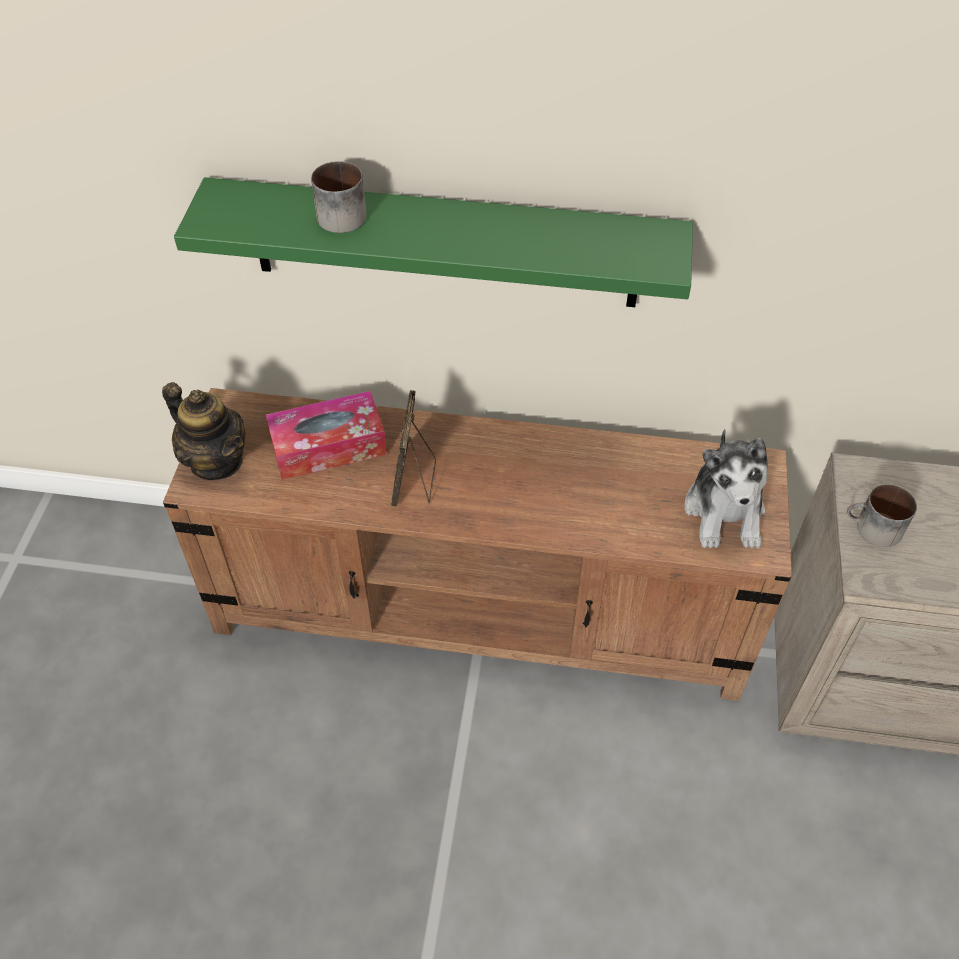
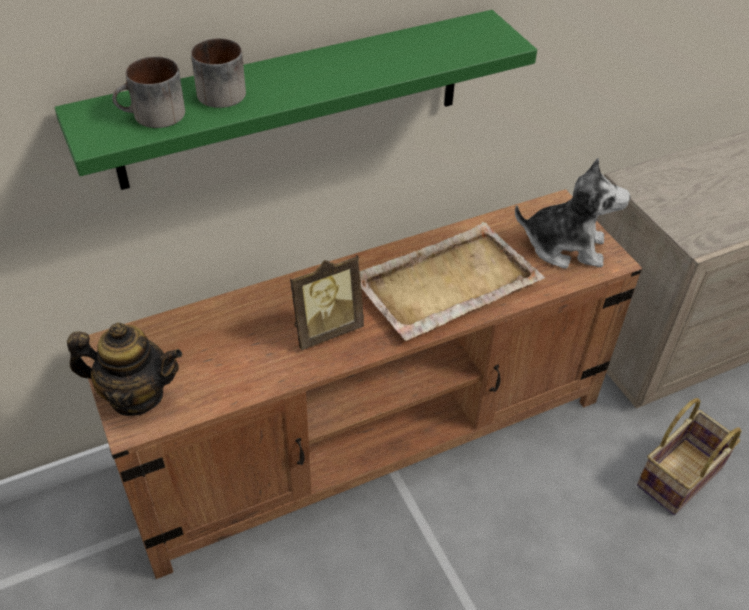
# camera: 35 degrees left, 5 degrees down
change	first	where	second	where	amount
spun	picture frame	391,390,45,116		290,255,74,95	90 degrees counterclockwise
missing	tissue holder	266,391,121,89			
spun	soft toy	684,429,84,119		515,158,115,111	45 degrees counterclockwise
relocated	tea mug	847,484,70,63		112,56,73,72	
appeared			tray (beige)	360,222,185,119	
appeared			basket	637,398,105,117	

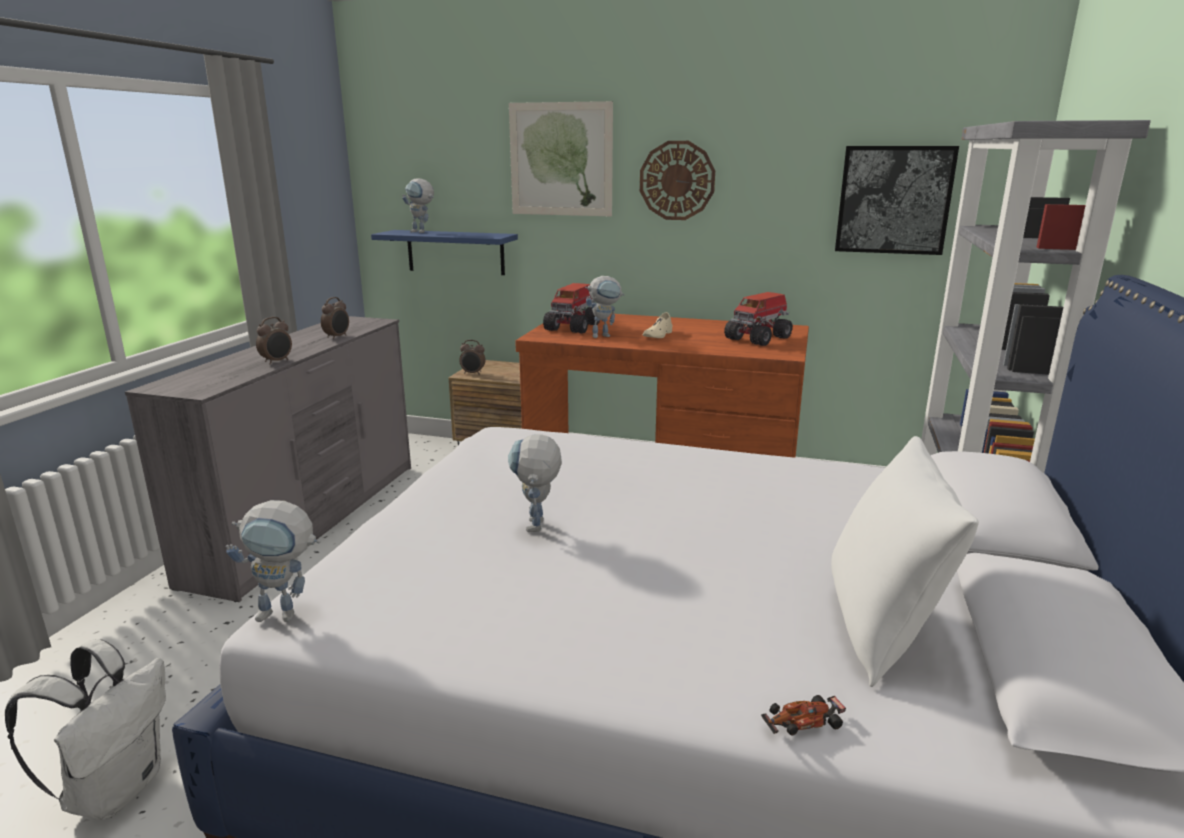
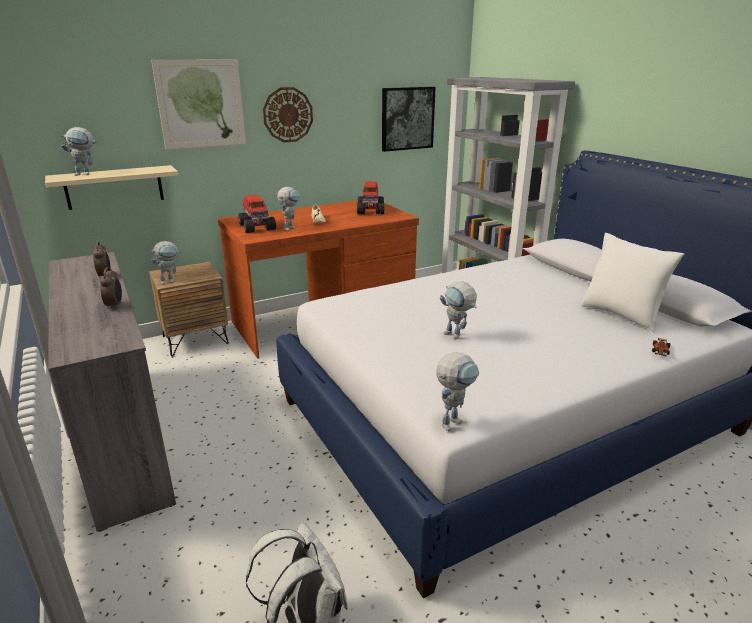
# camera: 45 degrees left, 5 degrees up
change	first	where	second	where	amount
colour	wall shelf (bluish)	371,230,147,45	wall shelf (beige)	45,165,133,45	
exchanged	bedside clock	459,340,27,35	toy robot	150,241,31,44	

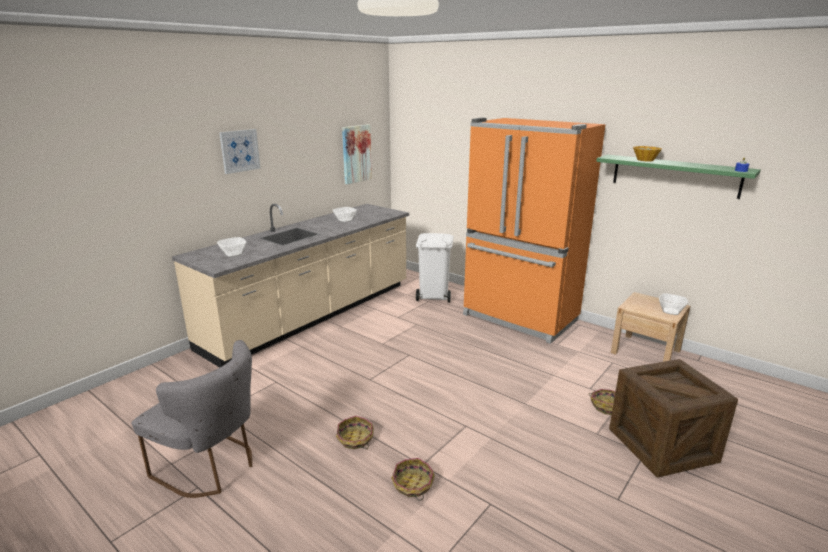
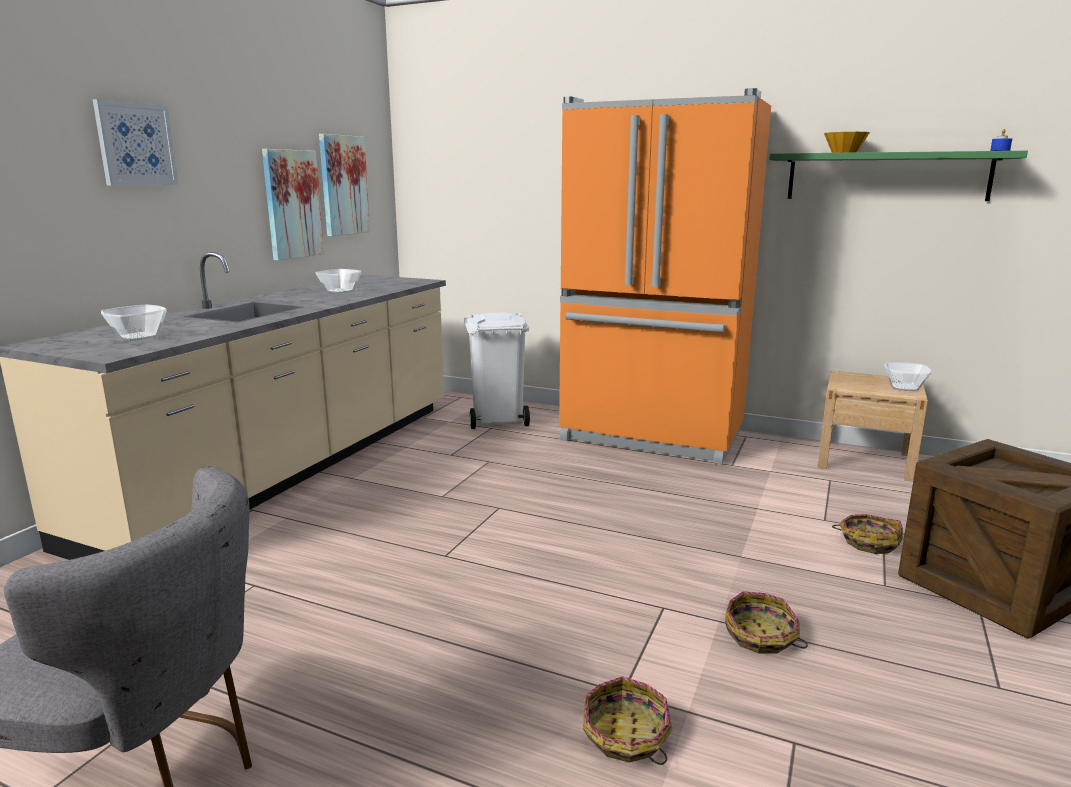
# camera: 15 degrees left, 5 degrees down
change	first	where	second	where	amount
relocated	basket	336,416,38,33		725,591,83,63	
appeared			wall art	262,149,62,111	

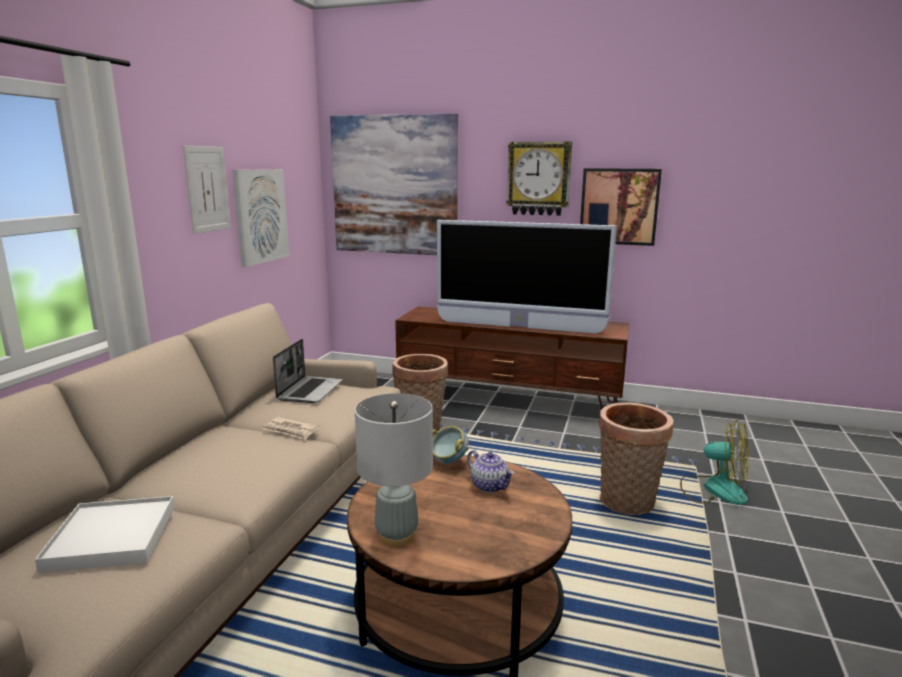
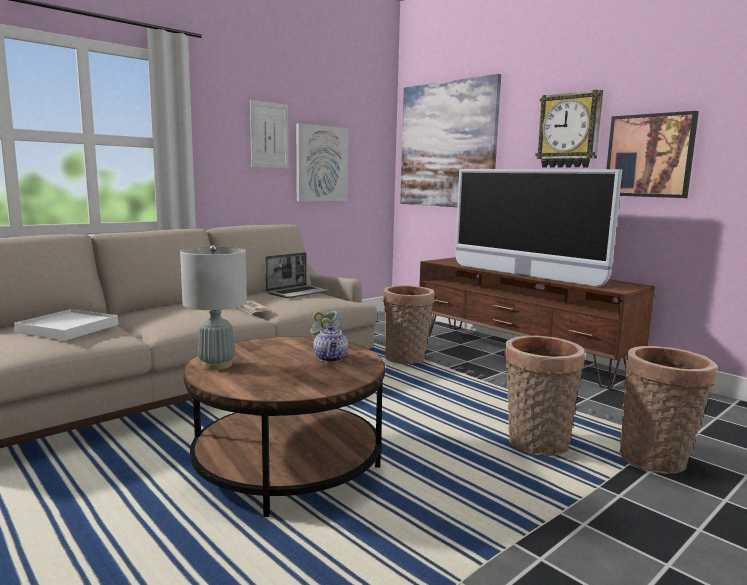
# camera: 30 degrees right, 5 degrees down
change	first	where	second	where	amount
exchanged	fan	680,420,69,85	basket	620,346,97,128	

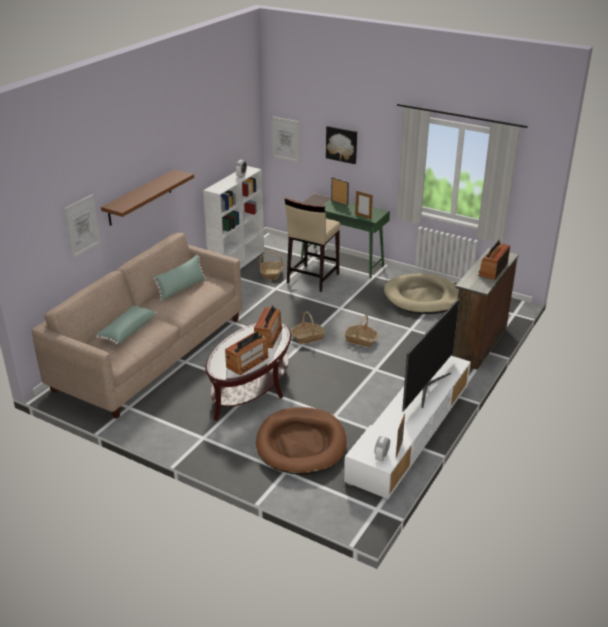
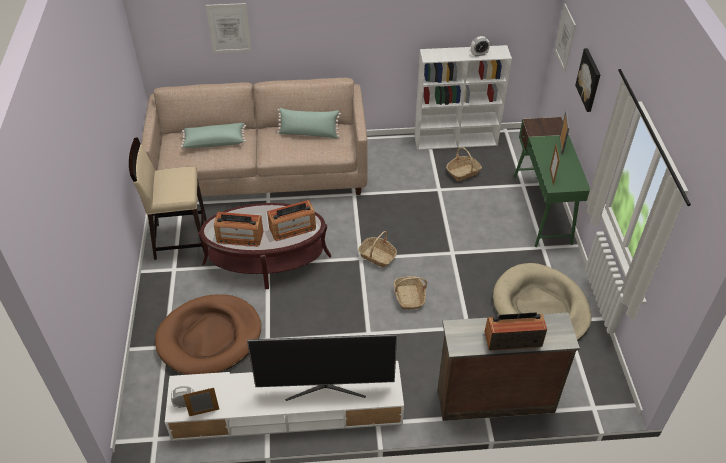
# camera: 55 degrees right, 15 degrees up
change	first	where	second	where	amount
missing	wall shelf (brown-coloured)	101,170,93,56			
relocated	stool (beige)	285,198,55,94		129,137,78,123	

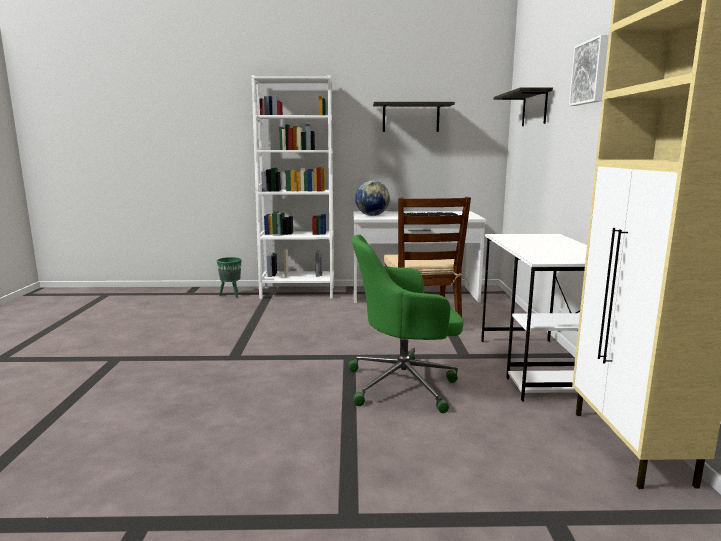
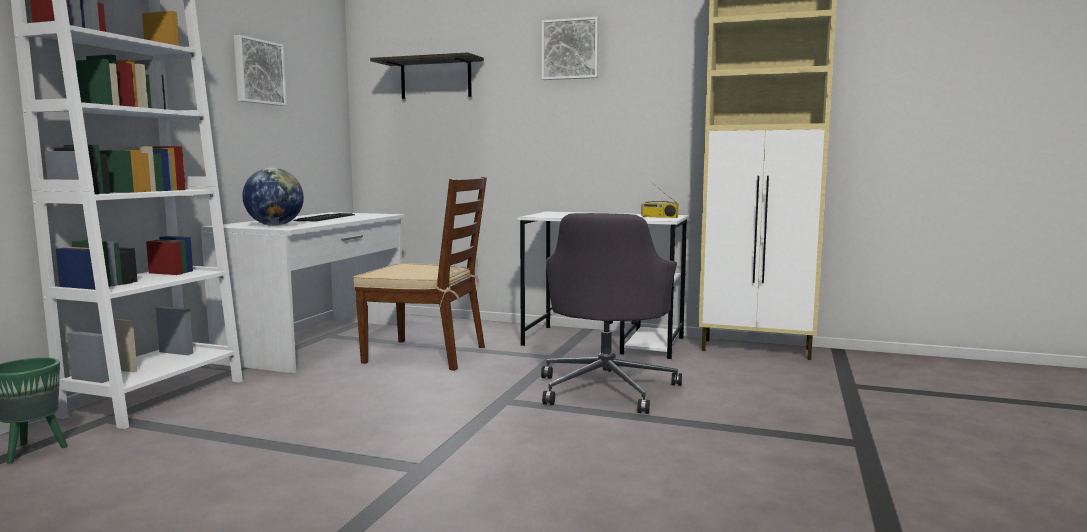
# camera: 70 degrees left, 5 degrees down
change	first	where	second	where	amount
exchanged	wall shelf	373,102,82,30	wall art	234,35,53,71	
colour	computer chair (green)	348,235,115,178	computer chair (grey)	541,213,141,201	
appeared			radio receiver	641,181,38,37	

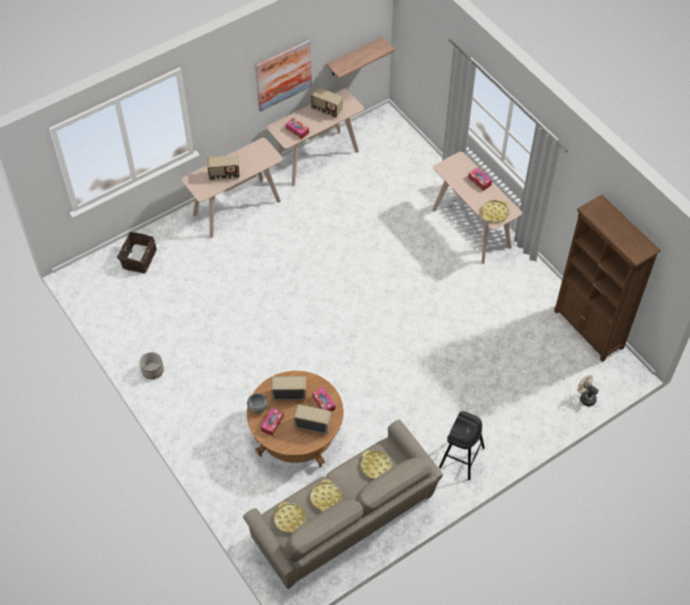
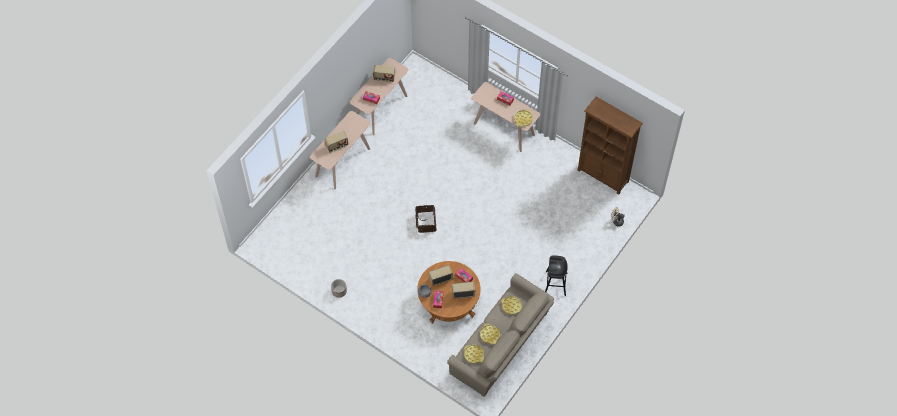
# camera: 20 degrees left, 5 degrees up
change	first	where	second	where	amount
missing	wall shelf	326,37,69,42			
missing	wall art	255,40,57,72			
relocated	basket	117,232,40,41		415,205,22,28	

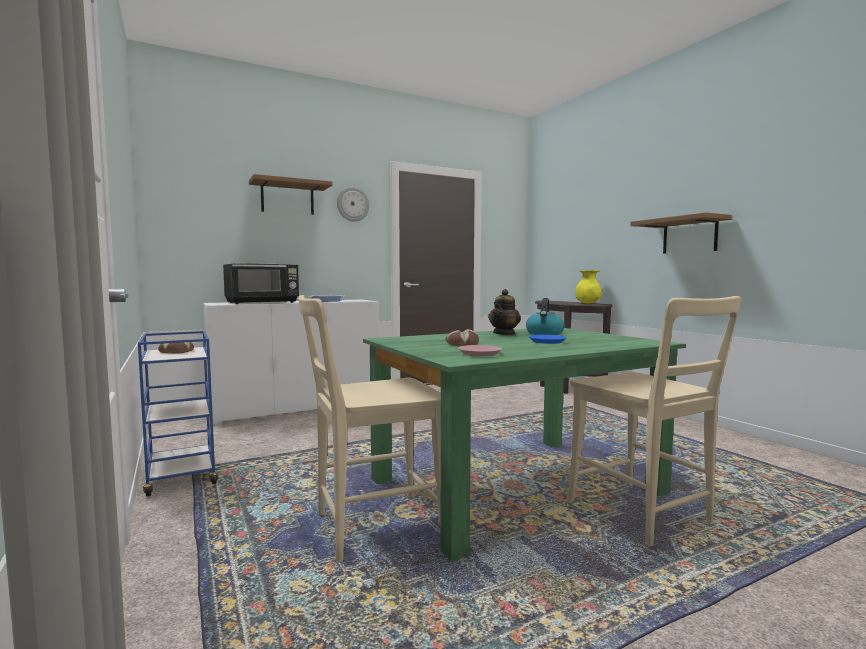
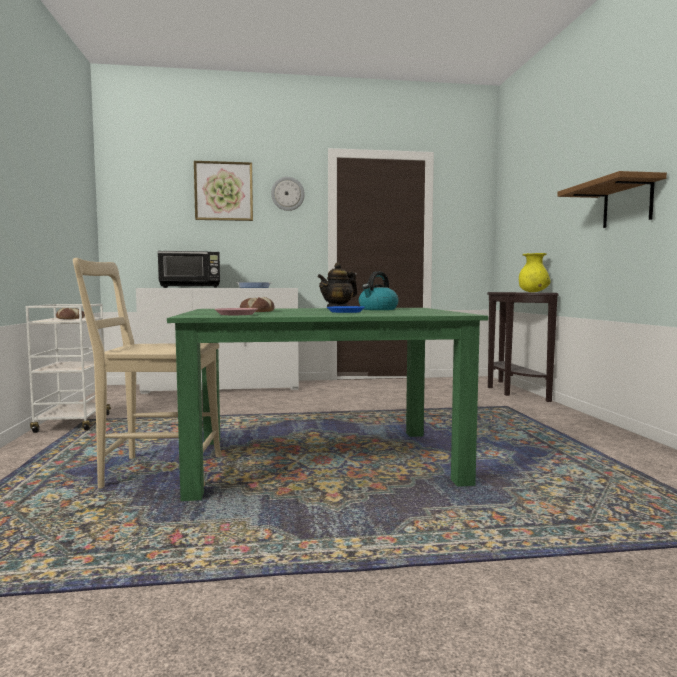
# camera: 20 degrees right, 0 degrees up
change	first	where	second	where	amount
exchanged	wall shelf	249,174,83,41	wall art	194,161,59,60	
missing	chair (beige)	567,296,174,250			
colour	trolley (bluish)	138,331,80,165	trolley (white)	26,304,85,129	

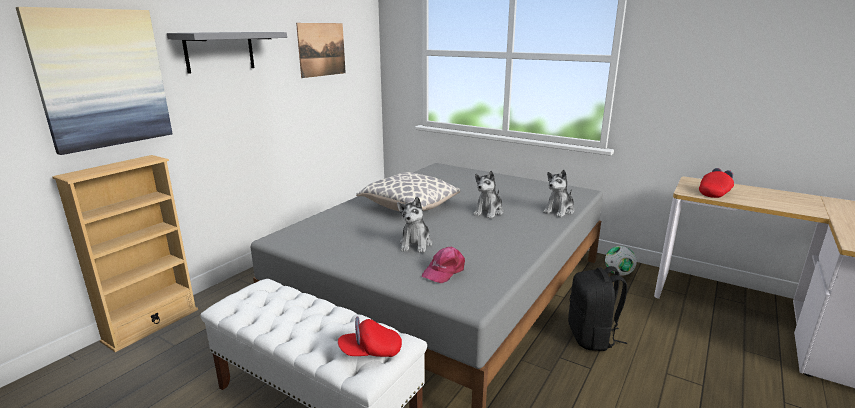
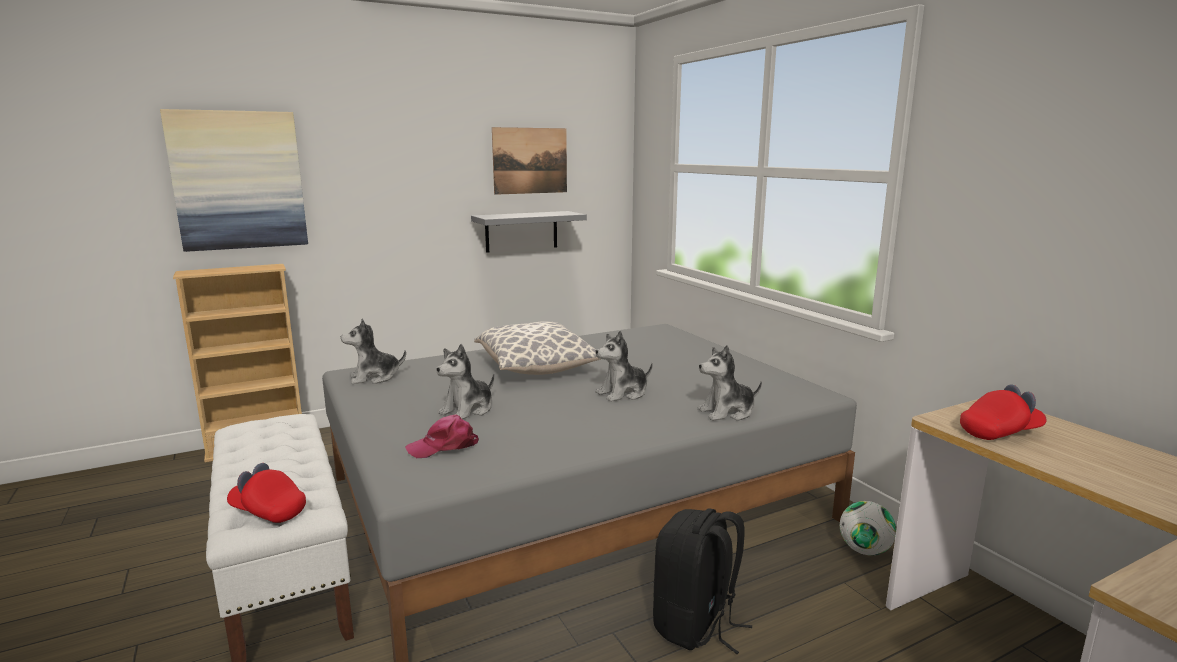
# camera: 30 degrees right, 5 degrees down
change	first	where	second	where	amount
relocated	wall shelf (grey)	167,32,120,42		471,211,116,42	
appeared			soft toy	341,319,65,65	

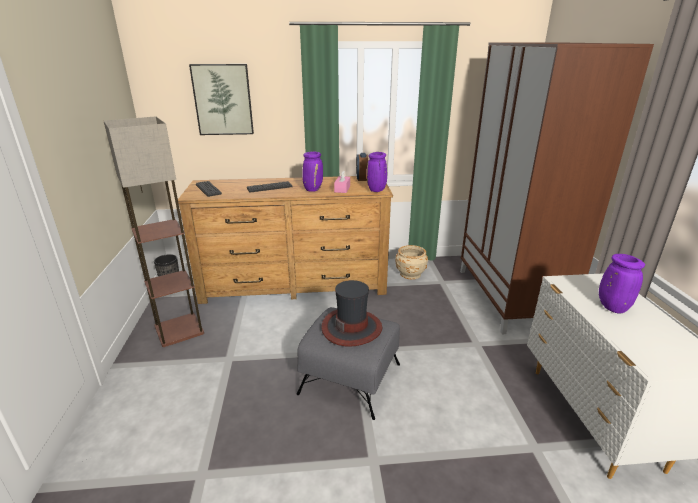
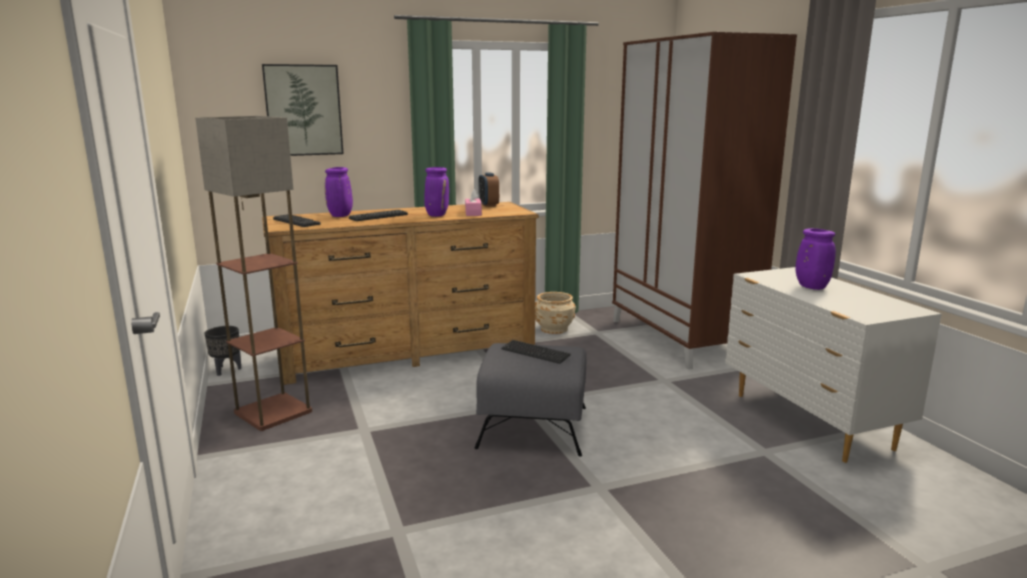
# camera: 15 degrees left, 10 degrees down
change	first	where	second	where	amount
relocated	flower vase (purplish)	367,152,20,40		324,167,29,50	
exchanged	wearable hat	321,280,61,67	PC keyboard	501,340,70,24	

